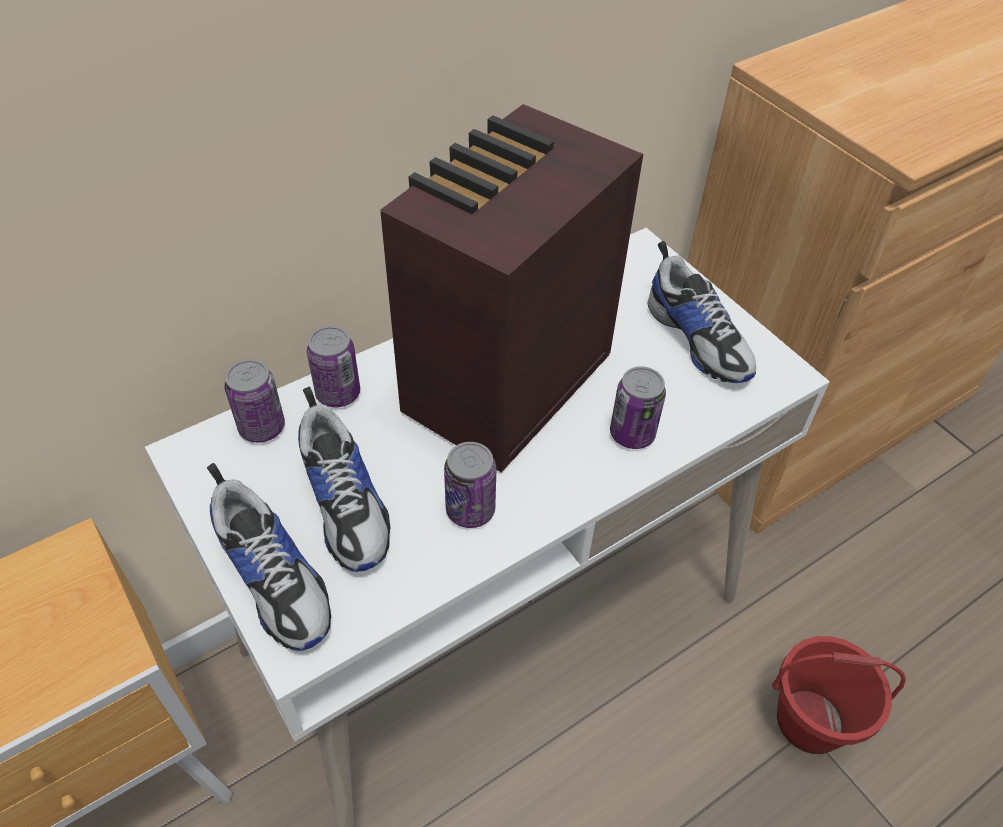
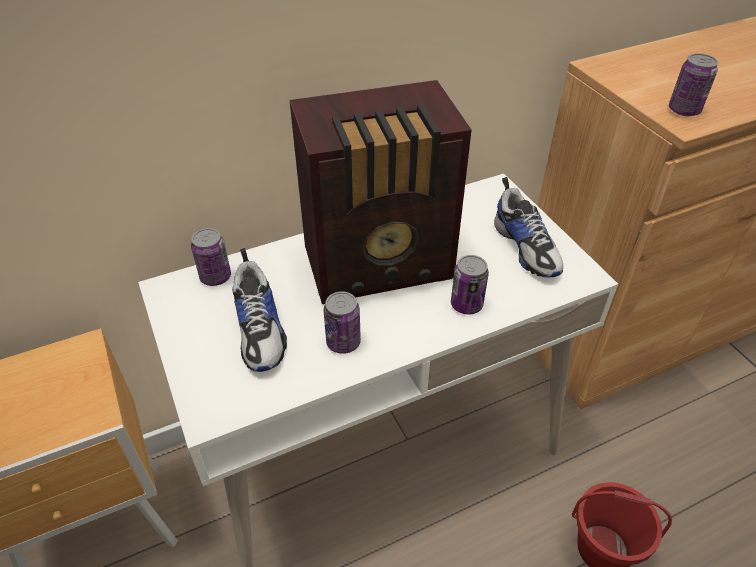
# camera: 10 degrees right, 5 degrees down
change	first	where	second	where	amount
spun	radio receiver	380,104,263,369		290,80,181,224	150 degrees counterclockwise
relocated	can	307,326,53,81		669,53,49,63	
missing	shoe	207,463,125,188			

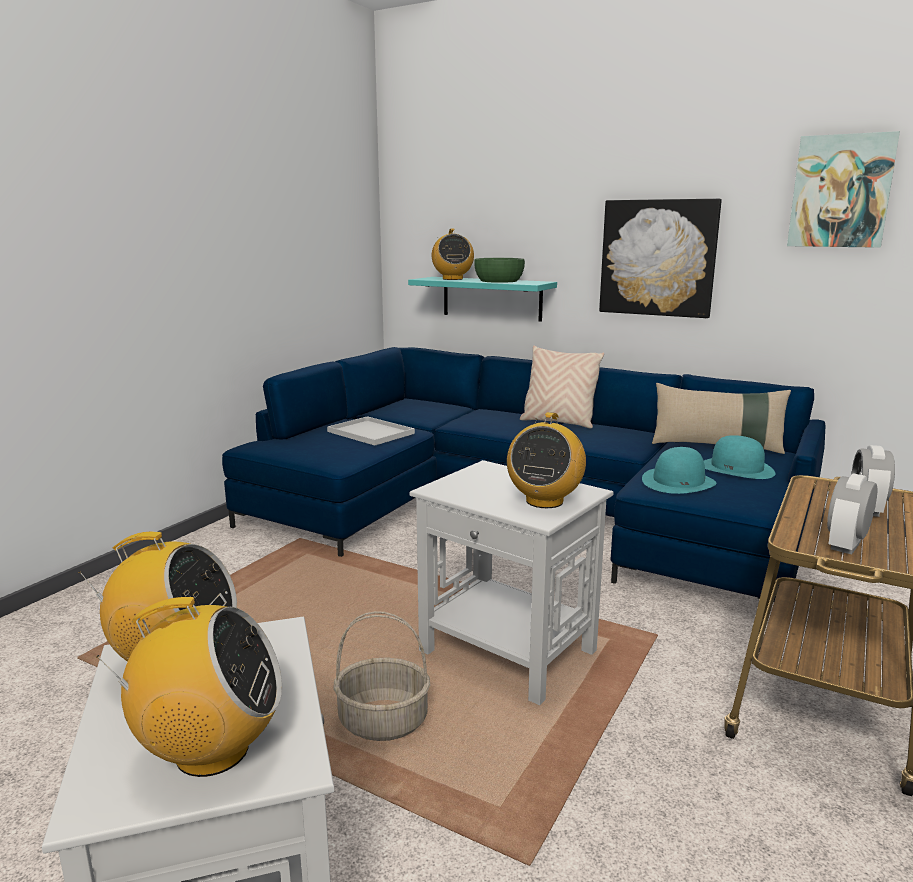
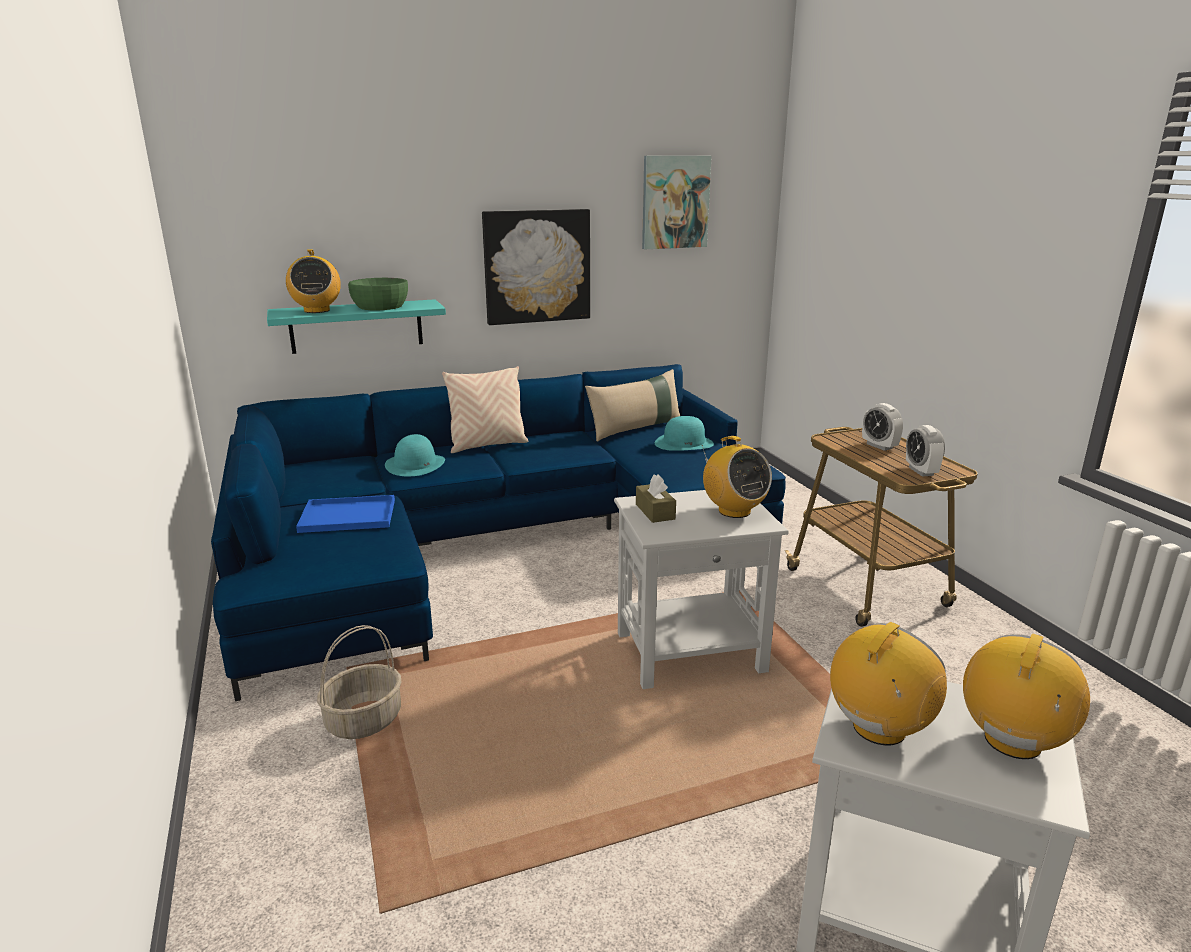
# camera: 50 degrees left, 5 degrees up
change	first	where	second	where	amount
spun	radio receiver	432,229,42,51		286,249,55,64	45 degrees clockwise
colour	tray (white)	327,416,88,30	tray (bluish)	296,495,99,38	
relocated	wearable hat (blue-green)	642,447,75,47		385,434,60,42	
relocated	basket	333,611,97,130		317,625,85,114	
appeared			tissue holder (brown-coloured)	636,475,40,48	

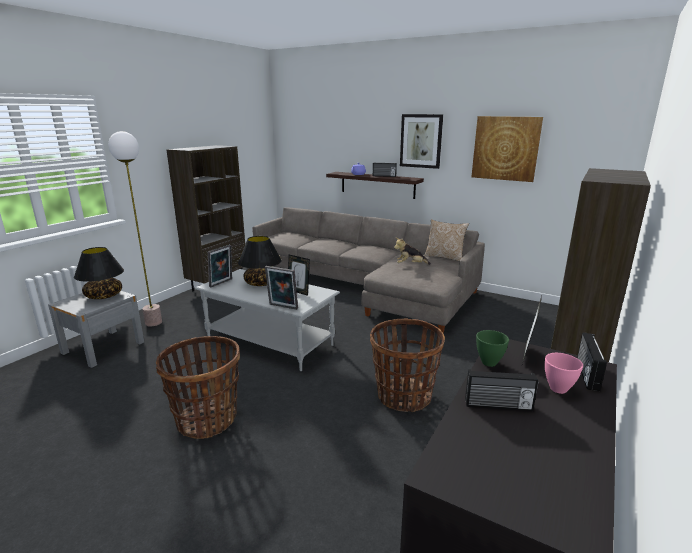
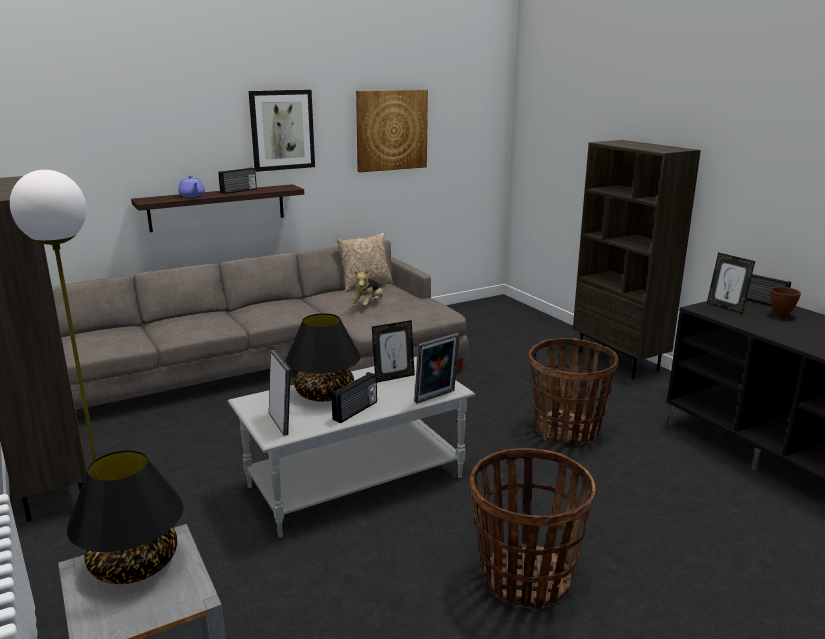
# camera: 60 degrees left, 0 degrees up
change	first	where	second	where	amount
missing	serving bowl (green)	476,330,33,37			
colour	serving bowl (pink)	545,353,38,41	serving bowl (brown-coloured)	770,287,31,30	
relocated	radio receiver	465,369,73,42		331,372,46,51	

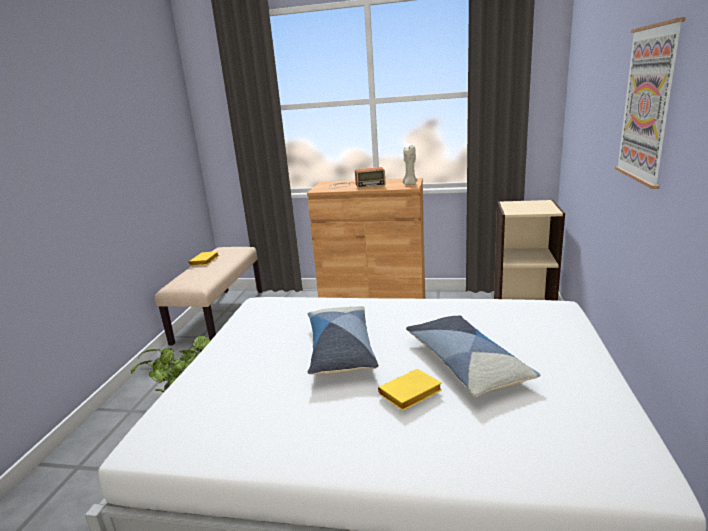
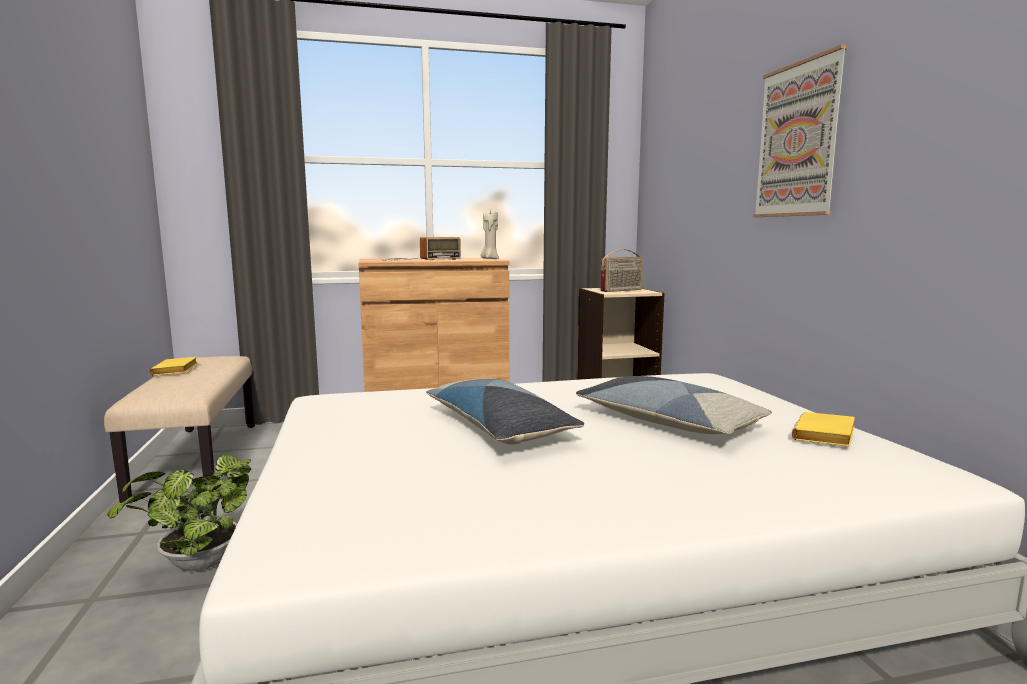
# camera: 25 degrees left, 10 degrees down
change	first	where	second	where	amount
relocated	bound book (yellowish)	378,369,64,42		792,412,63,35	
appeared			radio receiver	600,249,43,43	

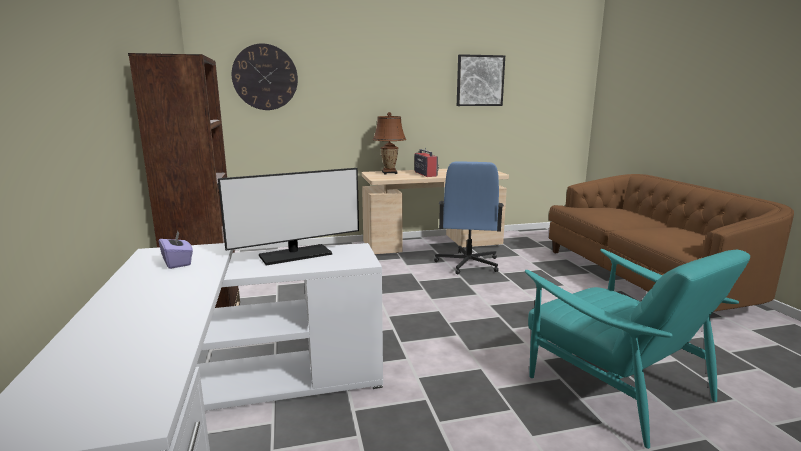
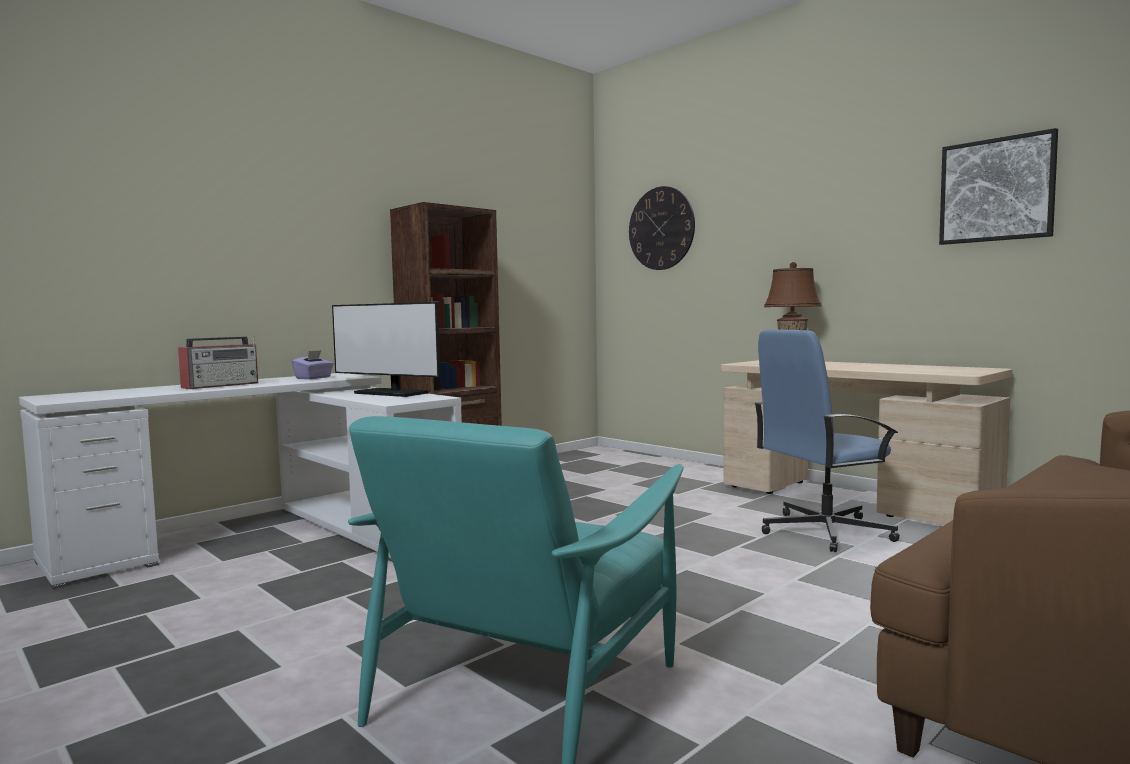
# camera: 60 degrees right, 10 degrees down
change	first	where	second	where	amount
relocated	radio receiver	414,147,25,30		178,334,80,55	

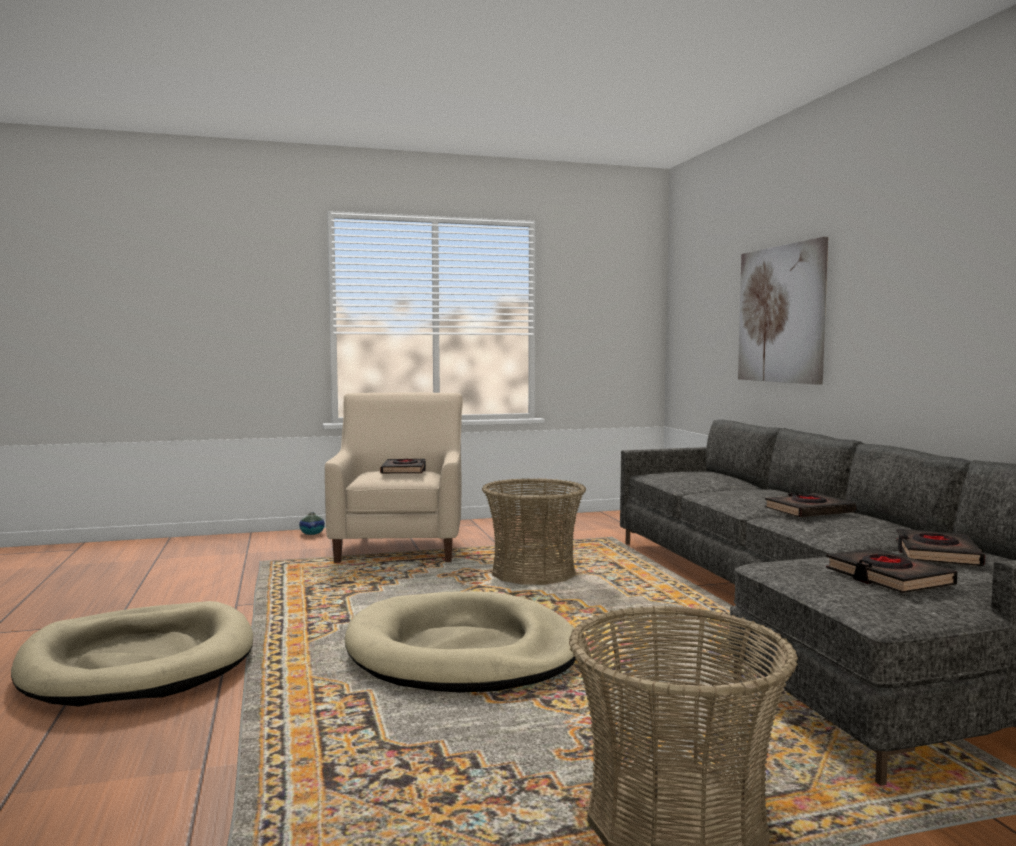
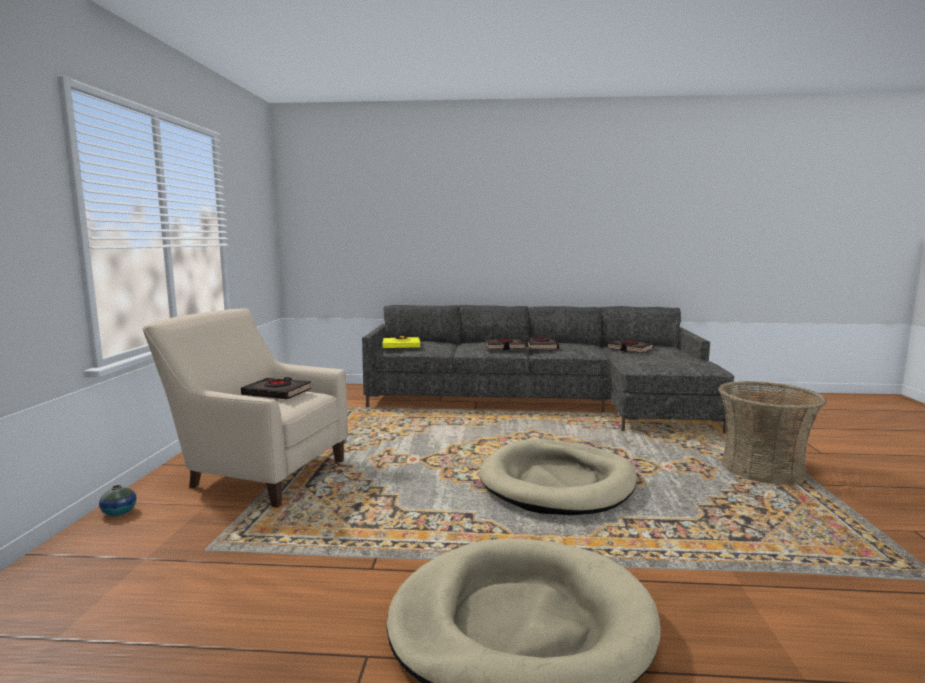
# camera: 70 degrees left, 5 degrees up
change	first	where	second	where	amount
missing	wall art	738,237,90,148			
missing	basket	482,478,104,107			
relocated	bound book (black)	826,548,132,45		485,339,40,11	
appeared			bound book (yellowish)	383,336,37,12	

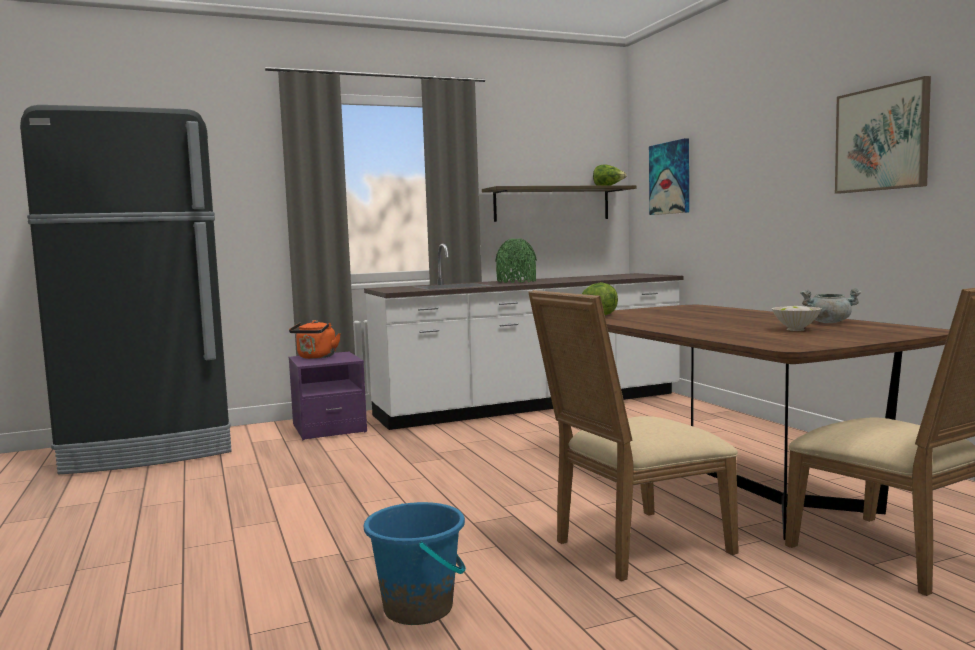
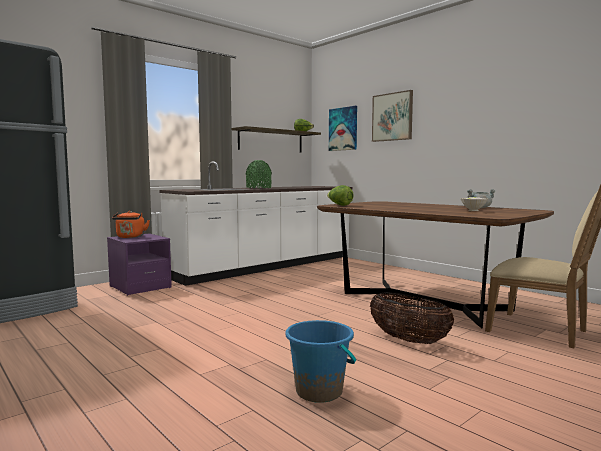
# camera: 20 degrees left, 0 degrees up
change	first	where	second	where	amount
relocated	wall art	835,76,96,118		372,90,41,52	
exchanged	chair (beige)	528,290,211,291	basket	370,292,84,52	

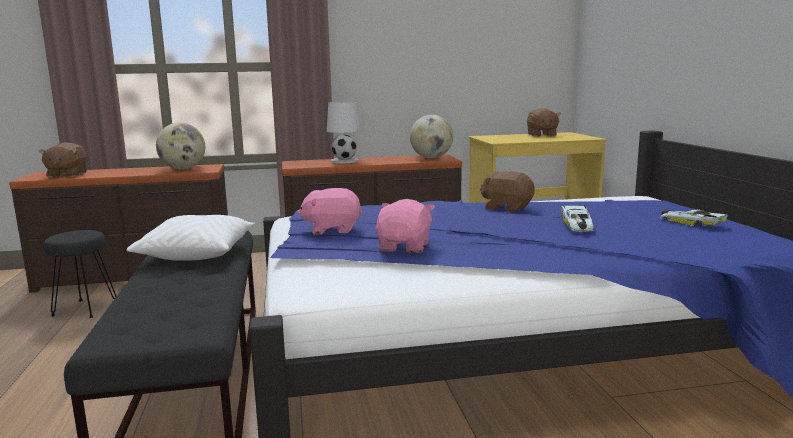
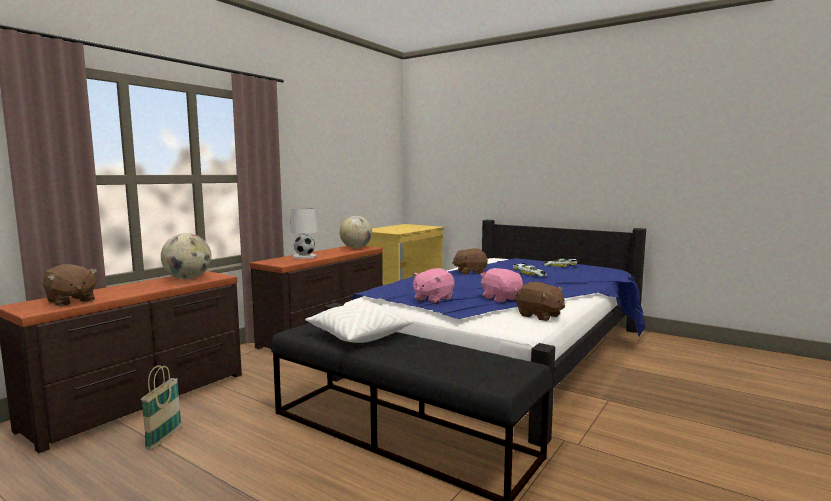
# camera: 45 degrees left, 5 degrees down
change	first	where	second	where	amount
relocated	soft toy (brown-coloured)	527,108,34,29		516,282,49,39	
exchanged	stool (black)	44,230,73,88	basket	141,365,41,84	

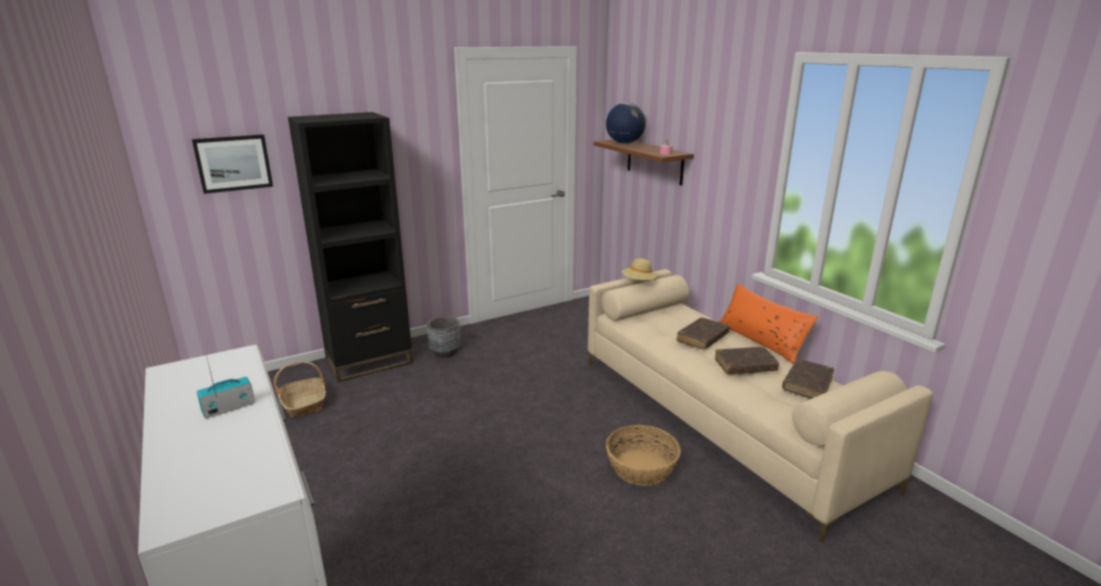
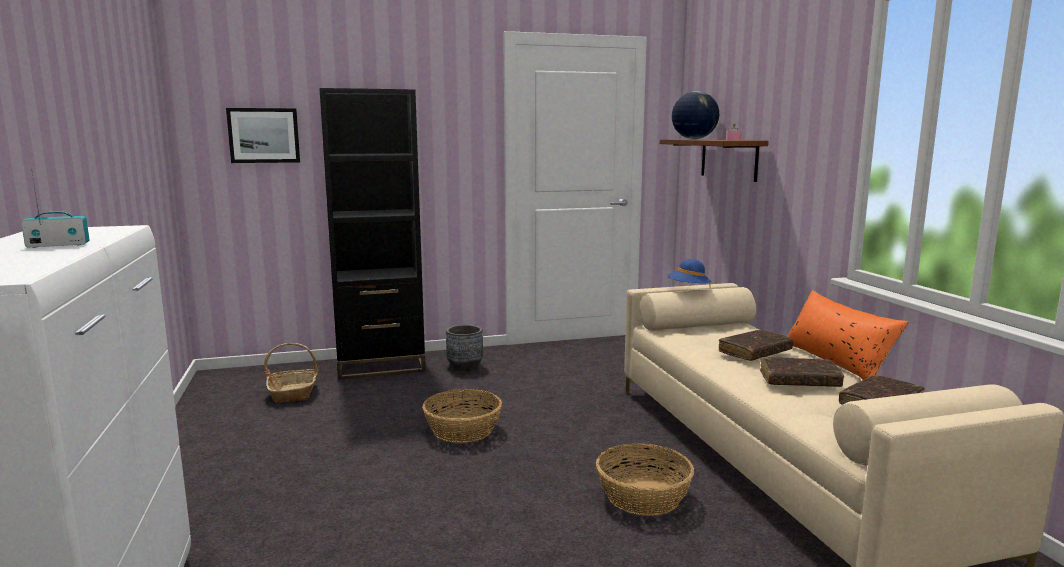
# camera: 15 degrees right, 10 degrees down
change	first	where	second	where	amount
colour	wearable hat (beige)	622,258,35,23	wearable hat (bluish)	667,259,44,29	
appeared			basket	422,389,80,54	

